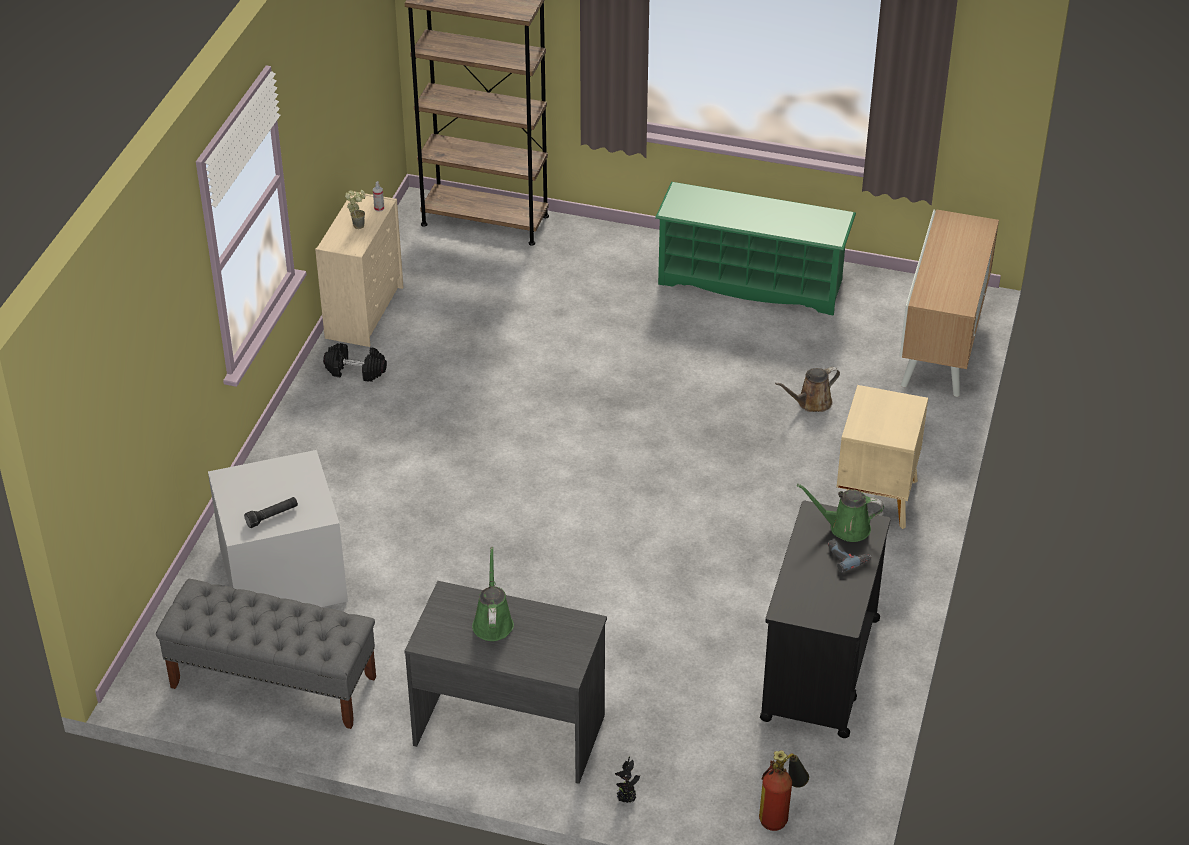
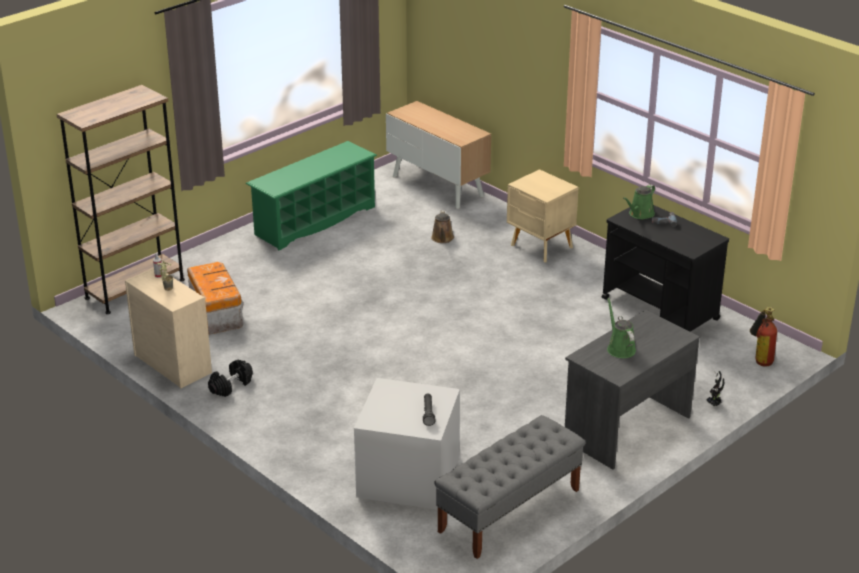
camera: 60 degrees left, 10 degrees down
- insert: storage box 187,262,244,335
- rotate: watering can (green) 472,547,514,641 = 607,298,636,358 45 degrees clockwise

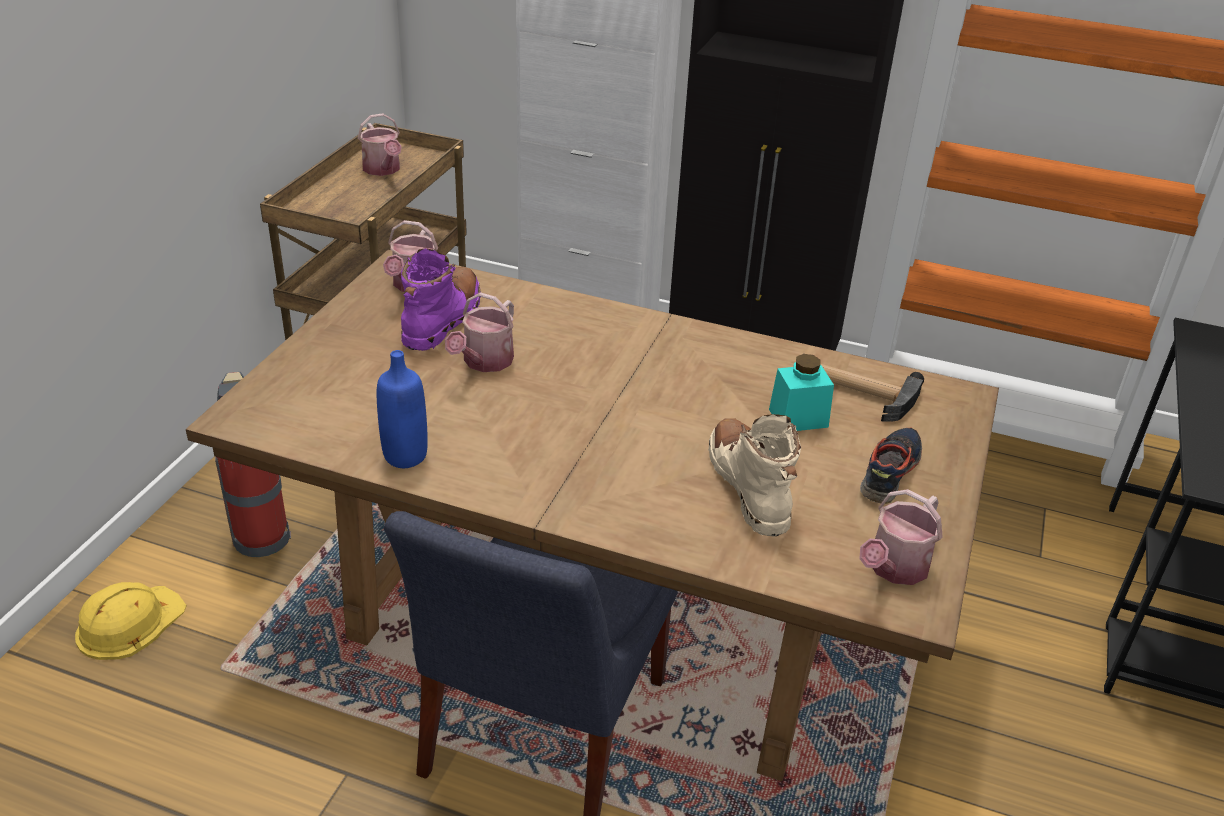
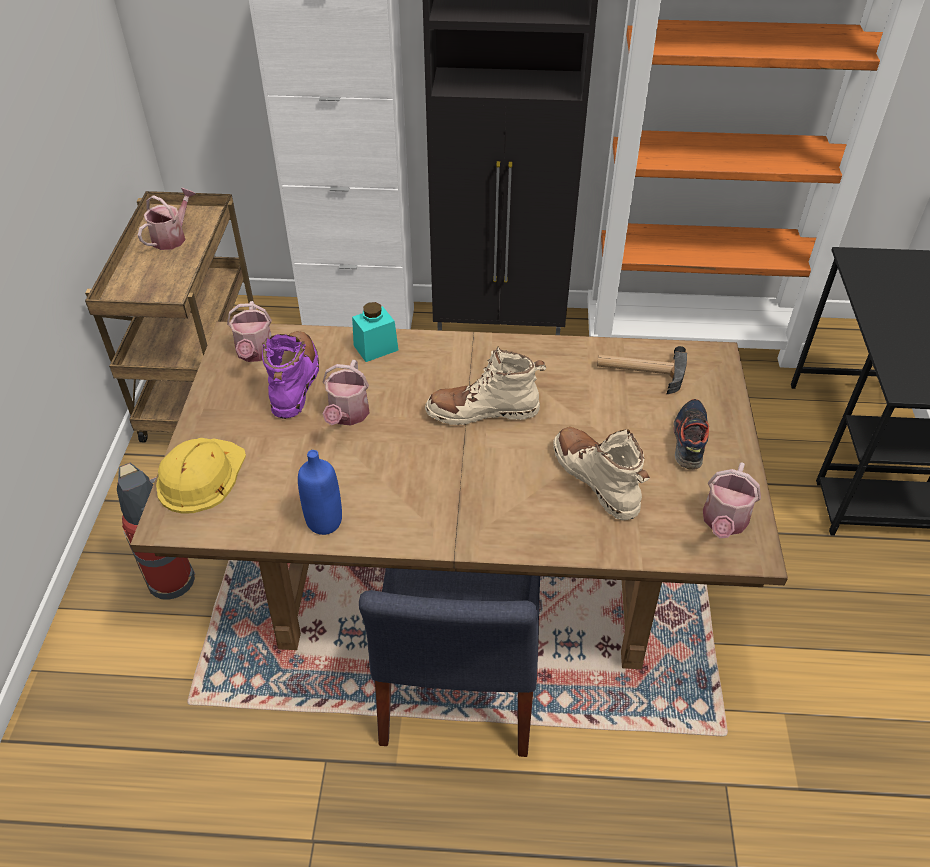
camera: 15 degrees left, 10 degrees up
- rotate: watering can 358,113,402,176 = 138,188,196,250 105 degrees counterclockwise
- move: hard hat (yellow) 75,582,187,660 to 156,438,246,514
- move: jar (turquoise) 769,354,834,431 to 352,302,398,362
- insert: boot (beige) 425,346,546,425

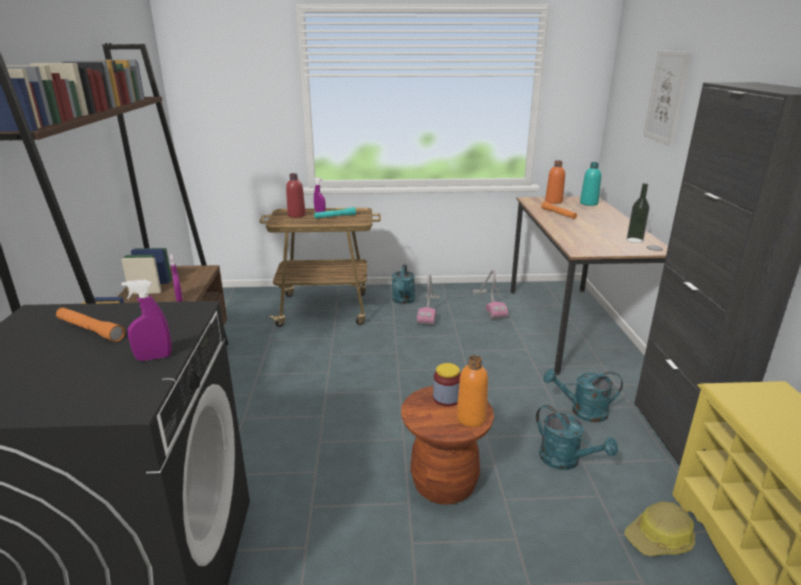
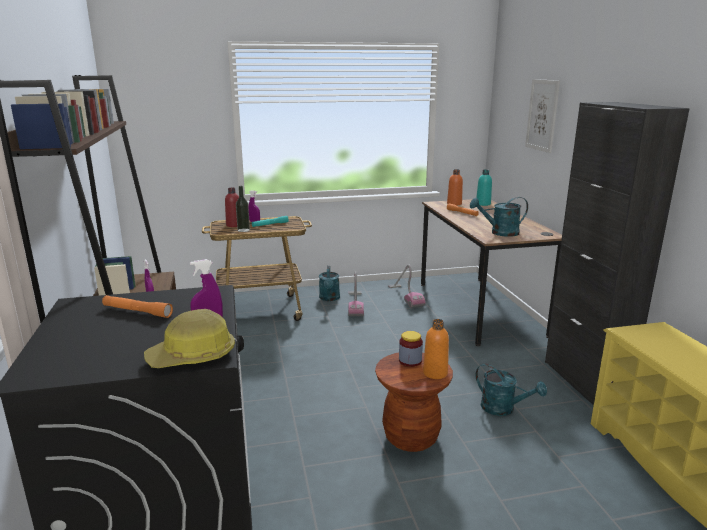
camera: 10 degrees left, 5 degrees down
- move: hard hat 624,501,695,556 to 144,309,235,368
- move: bottle 627,183,650,243 to 236,186,250,232
- move: watering can (turquoise) 544,369,623,422 to 470,197,528,237

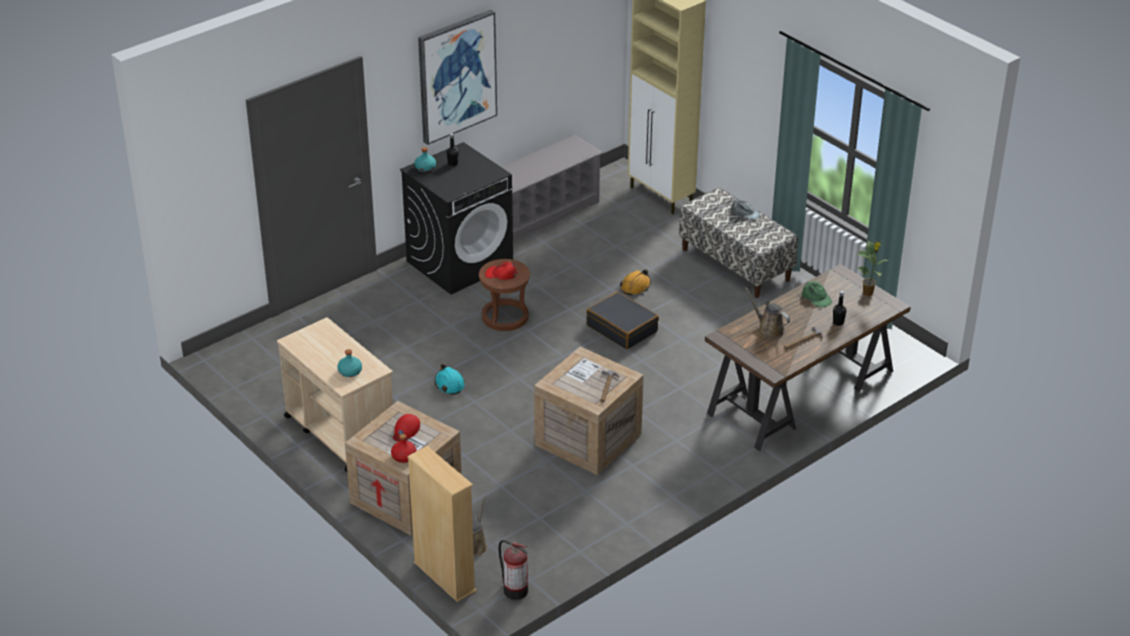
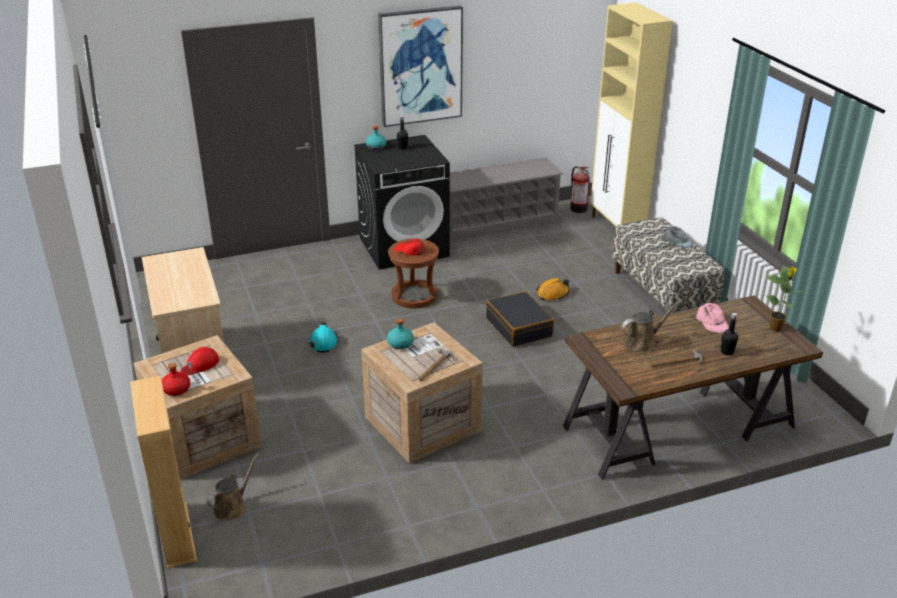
camera: 20 degrees right, 5 degrees down
- move: bottle (turquoise) 337,349,362,377 to 387,318,414,349
- move: fire extinguisher 499,540,528,600 to 570,166,590,213
- rotate: watering can (brown) 745,287,790,338 = 621,301,680,352 90 degrees clockwise
- recolor: cap (green) 802,281,832,307 to cap (pink) 696,303,729,333

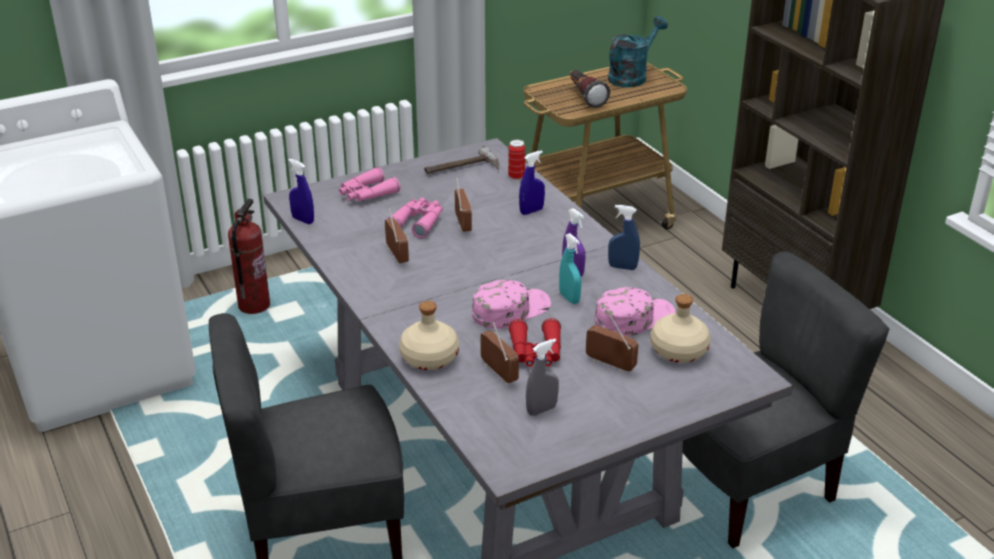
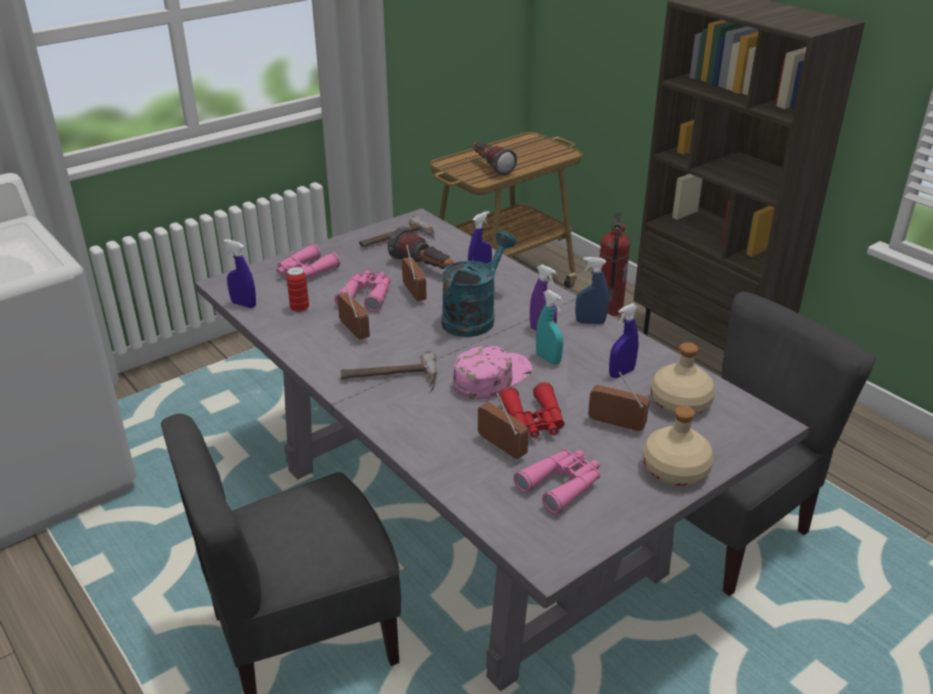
camera: 10 degrees left, 0 degrees up
- move: can 508,140,525,180 to 286,267,309,313
- insert: hammer 340,351,437,393
- insert: flashlight 388,227,454,269
- move: watering can (turquoise) 608,16,668,87 to 441,230,516,337
- replace: spray bottle (grey) 526,339,559,416 to binoculars (pink) 513,449,600,515
- move: fire extinguisher 228,199,270,314 to 600,211,630,316
- replace: cap (pink) 595,287,676,336 to spray bottle (blue) 609,303,638,378
- move: bottle (beige) 399,301,459,370 to 642,405,714,486

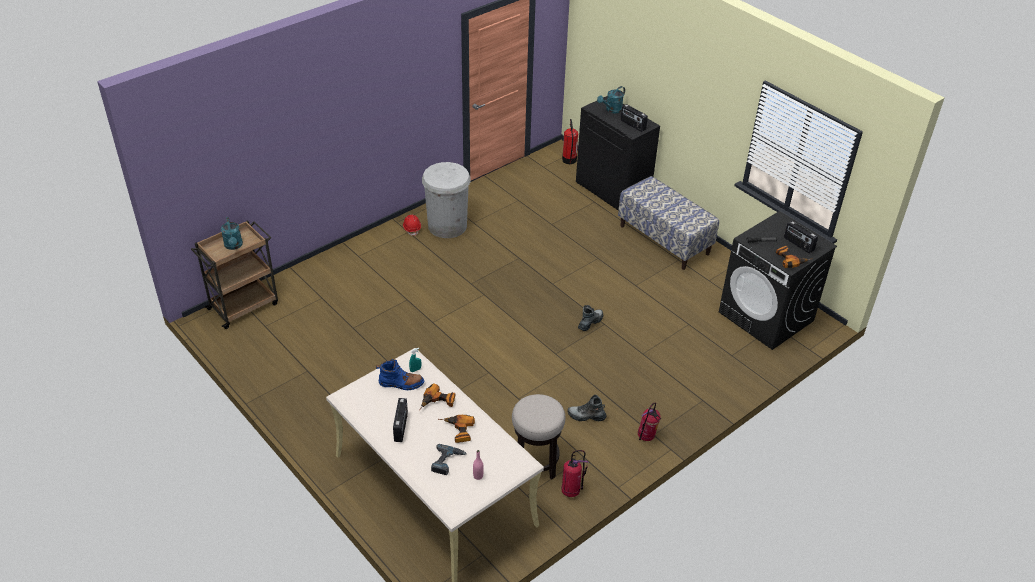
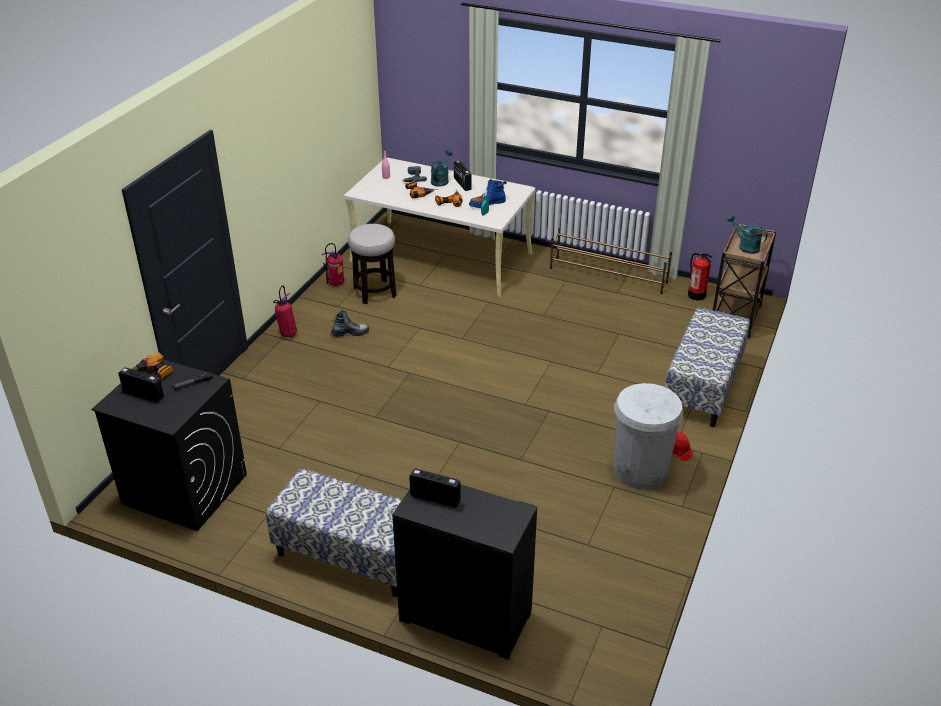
camera: 155 degrees right, 5 degrees down
- move: watering can (turquoise) 597,86,625,113 to 431,150,453,187
- insert: shoe rack (brown) 550,228,672,294
- insert: bench 665,307,750,427
- move: fire extinguisher 562,119,578,164 to 688,253,712,301
- delete: boot 578,305,603,331

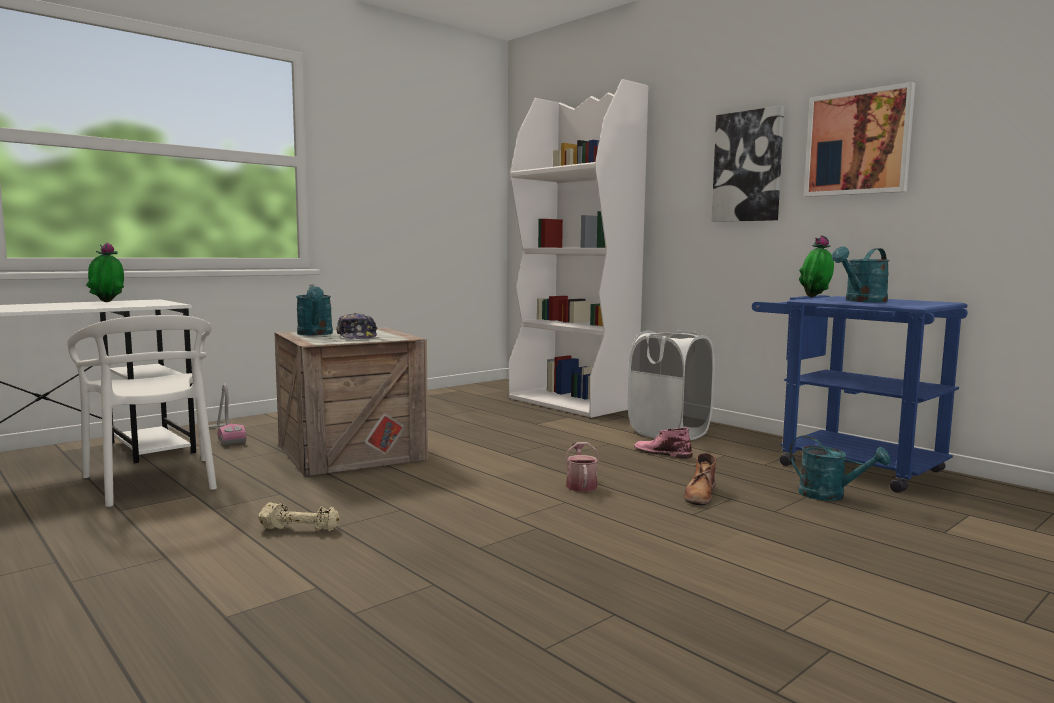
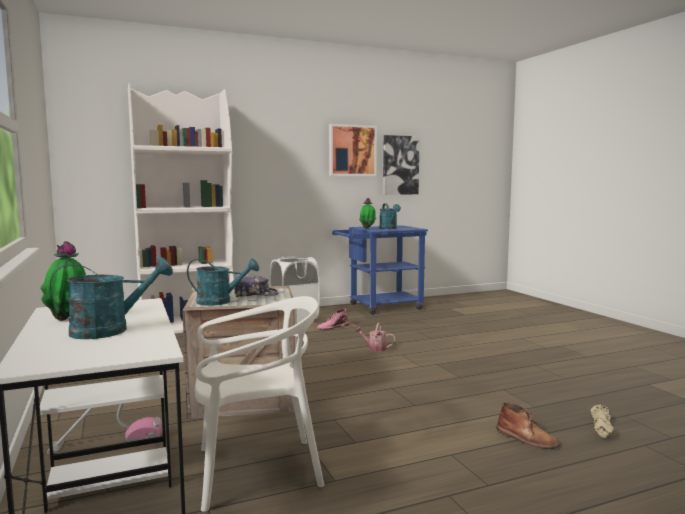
camera: 70 degrees left, 0 degrees up
- move: watering can (turquoise) 789,435,890,501 to 50,257,173,339
- move: picture 711,106,784,222 to 383,135,420,195
- move: boot (brown) 684,453,716,505 to 496,402,561,449
- move: dumbbell (beige) 258,503,339,531 to 591,404,614,439

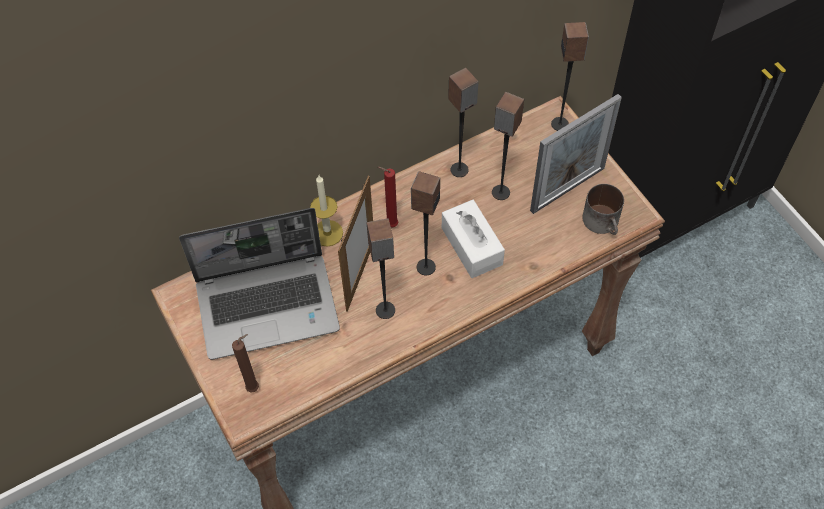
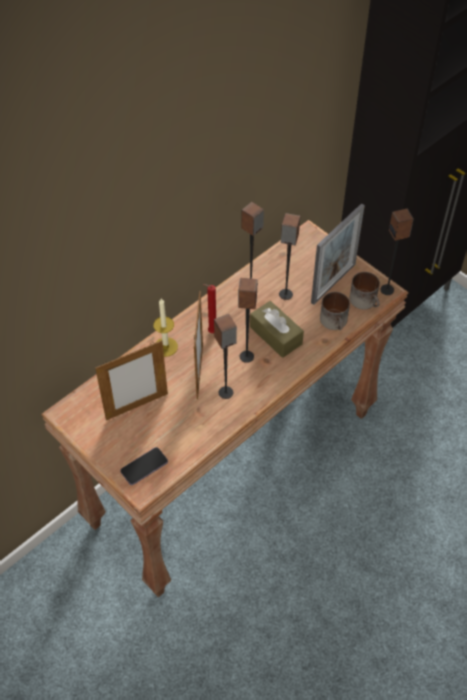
camera: 15 degrees left, 5 degrees down
- replace: laptop 179,208,340,360 to picture frame 95,340,168,420
- replace: candle (brown) 232,334,259,393 to phone 120,447,168,485
- recolor: tissue box (white) 442,200,505,278 to tissue box (brown) 250,301,304,358
- insert: mug 320,292,350,330
- move: speaker 551,22,589,131 to 380,208,413,295

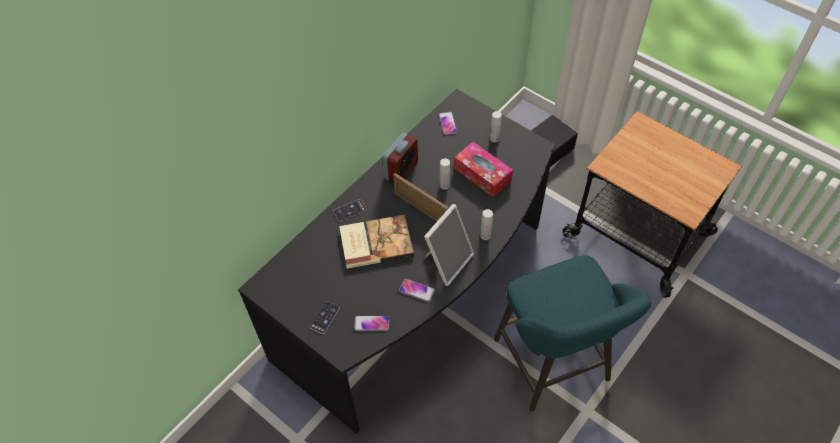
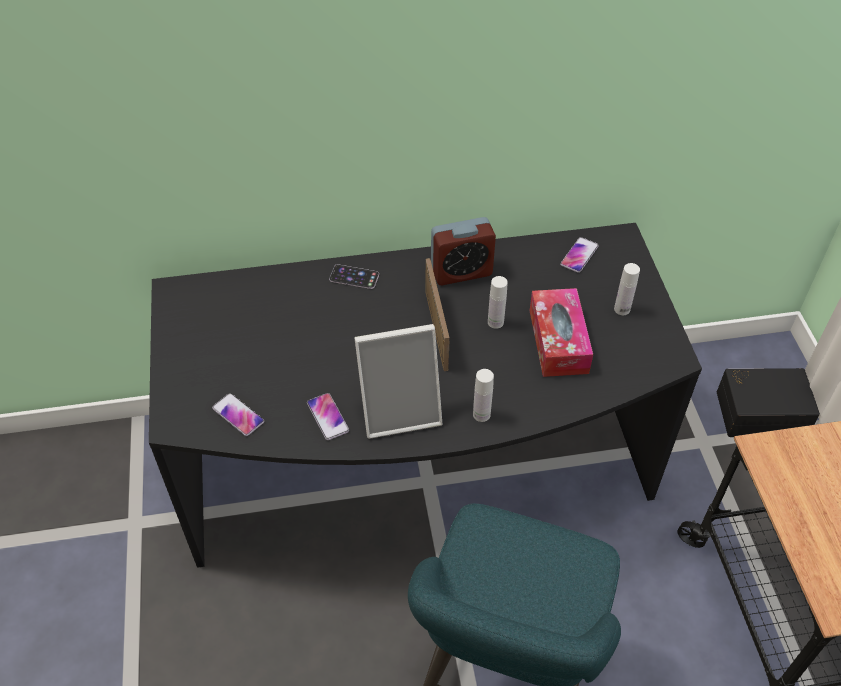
camera: 40 degrees right, 5 degrees down
- delete: phone 310,301,340,334
- delete: book 339,215,414,269

